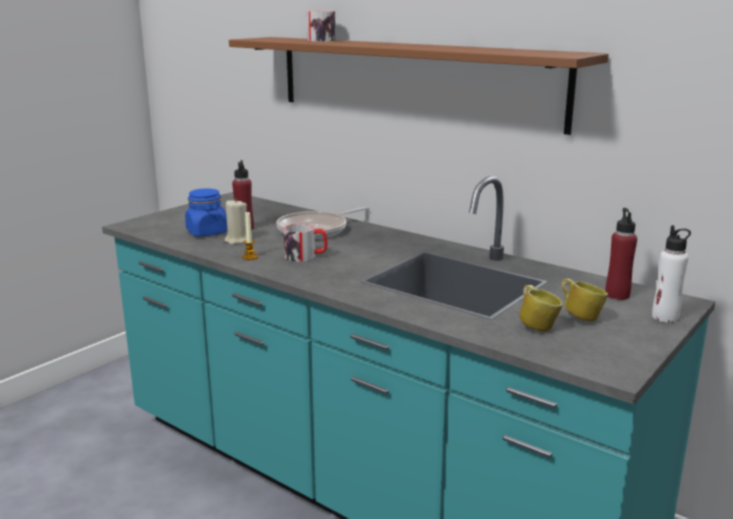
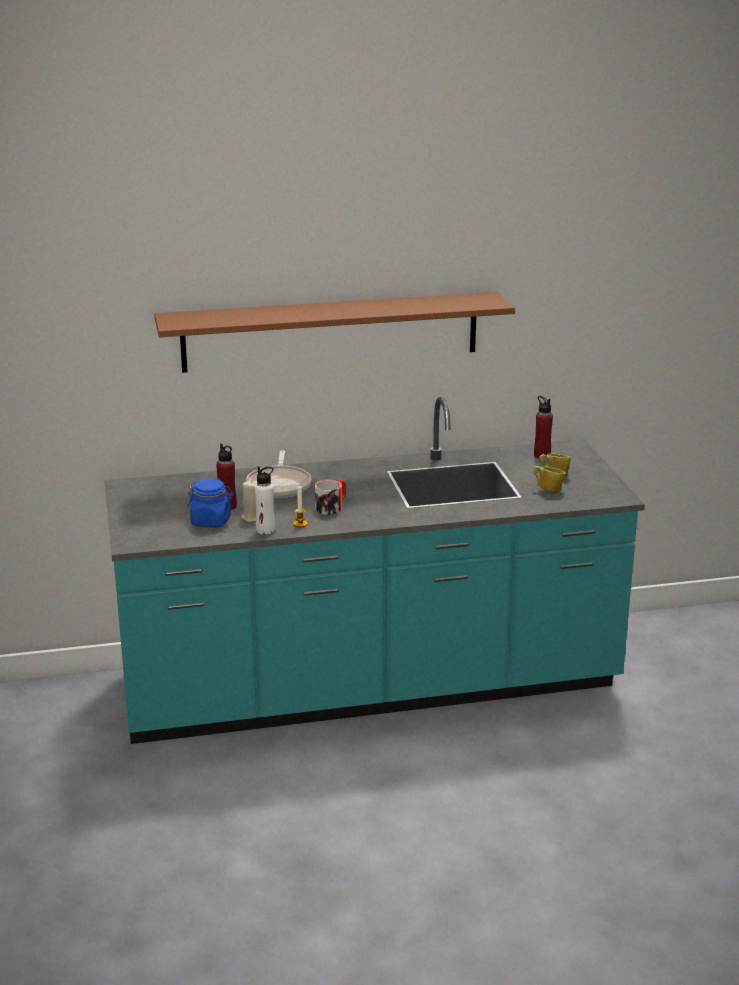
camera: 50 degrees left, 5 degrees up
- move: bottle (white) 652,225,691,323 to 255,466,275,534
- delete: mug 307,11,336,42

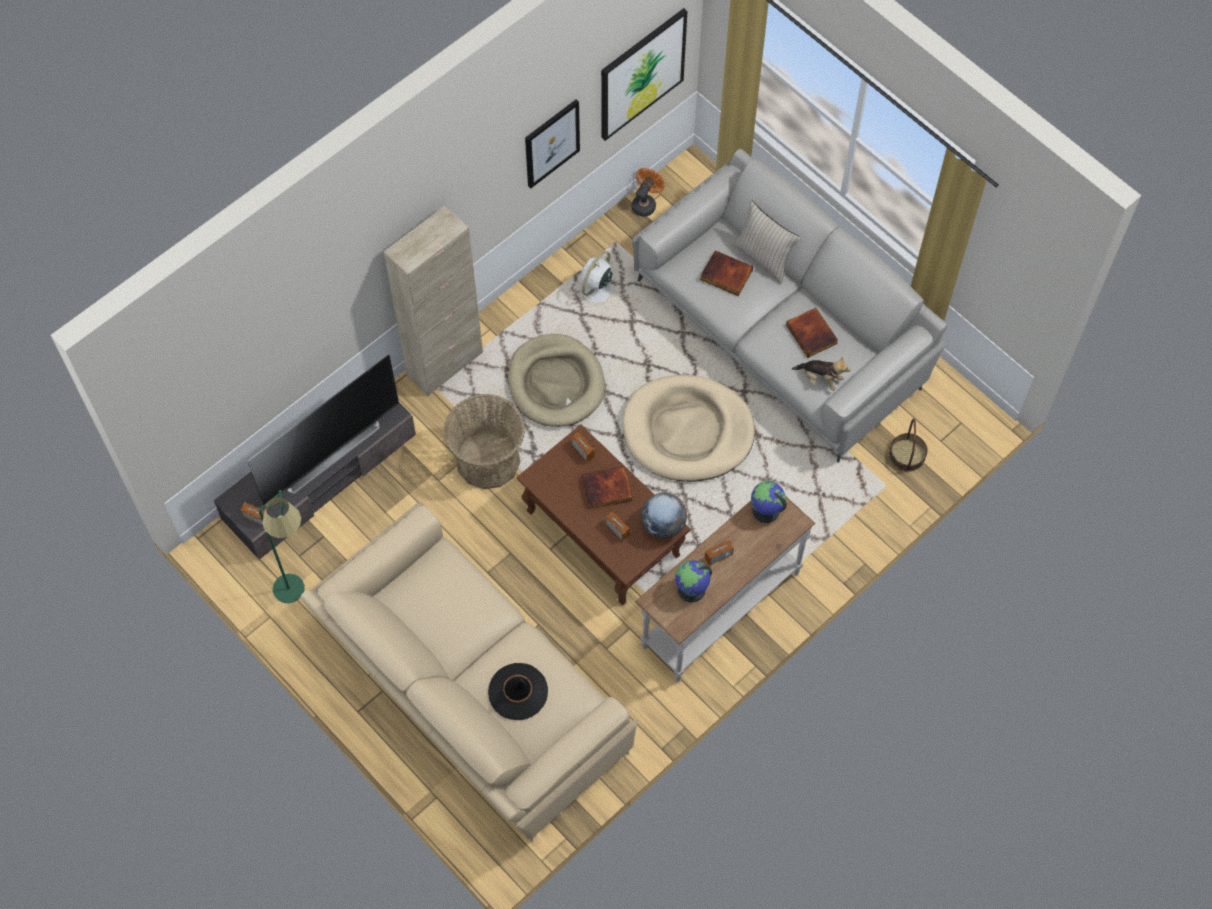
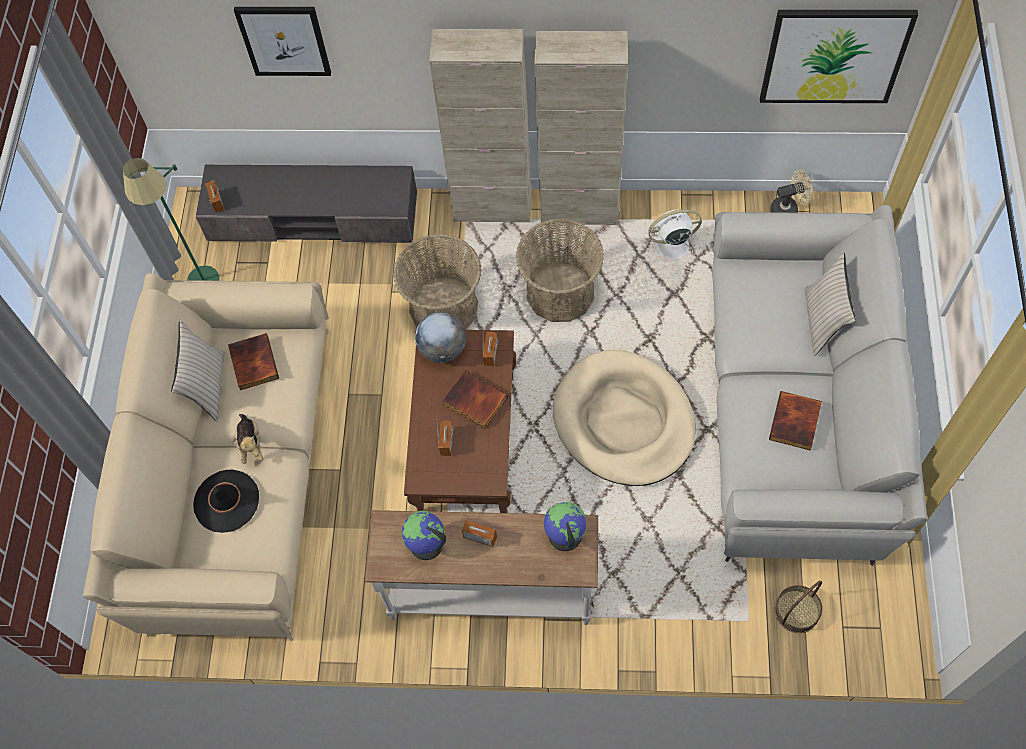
camera: 50 degrees right, 0 degrees up
- insert: pillow (beige) 171,320,225,422
- move: book 700,250,753,296 to 228,333,279,390
- move: plush toy 792,357,851,391 to 231,414,264,464
- move: picture 525,99,580,188 to 234,7,331,76
- move: globe 641,493,687,539 to 415,312,466,363
- replace: dog bed (beige) 508,334,605,427 to basket 516,219,604,322
- insert: cabinet (beige) 535,31,628,225
- recolor: fan (orange) 632,168,665,217 to fan (beige) 771,170,813,213
- delete: television 247,354,399,505

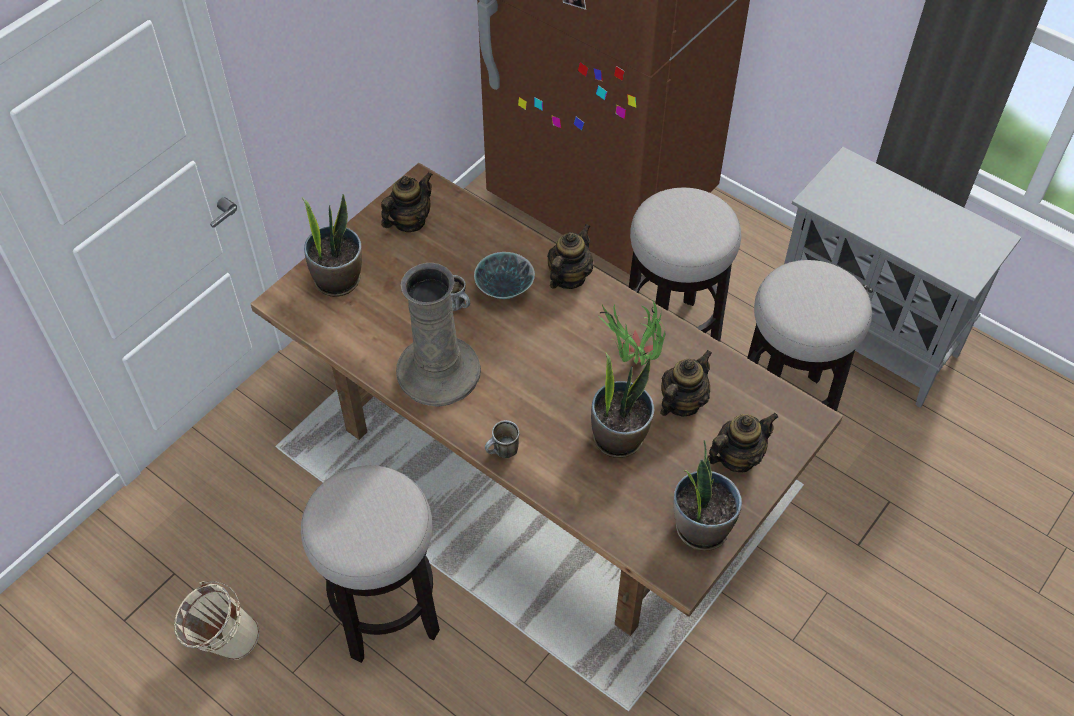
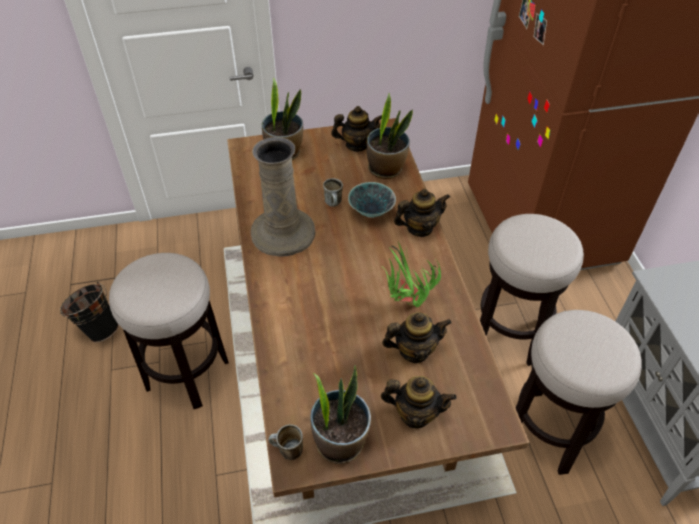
camera: 40 degrees right, 5 degrees down
- recolor: bucket (beige) 174,581,259,660 to bucket (black) 60,282,119,342
- move: mug 485,420,520,458 to 268,424,303,460
- move: potted plant 591,352,654,458 to 367,93,413,179

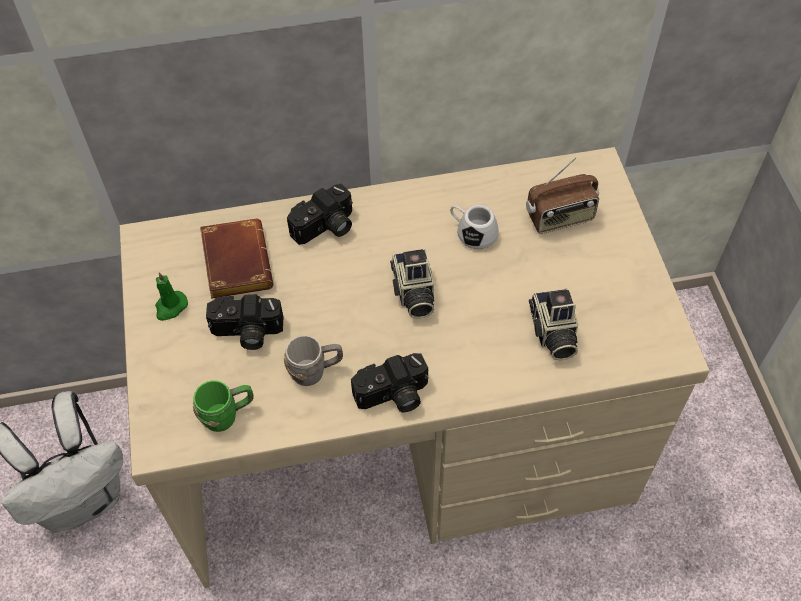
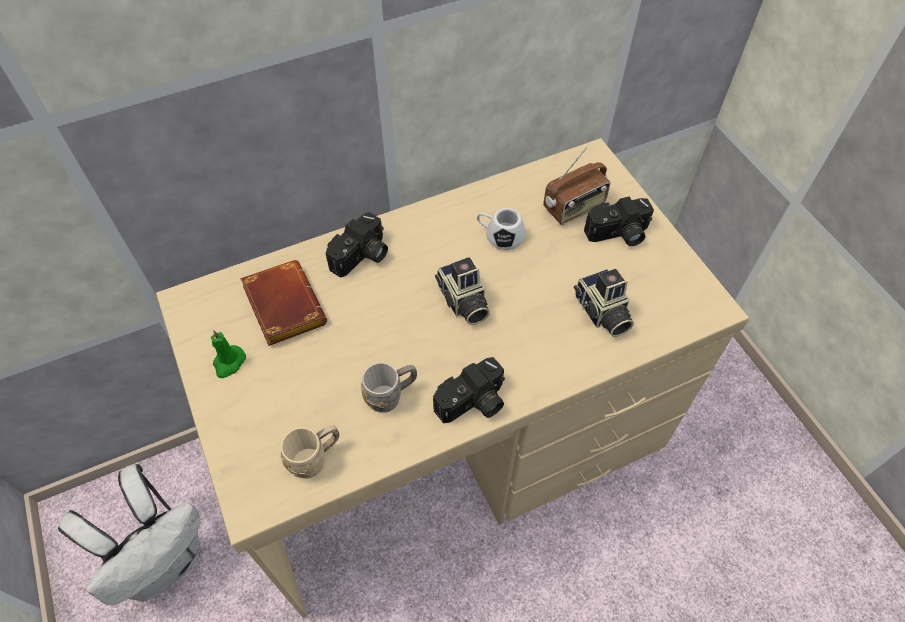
camera: 15 degrees left, 0 degrees up
- recolor: mug (green) 193,380,254,432 to mug (beige) 281,425,339,479
- move: photo camera 206,294,283,350 to 584,197,654,246

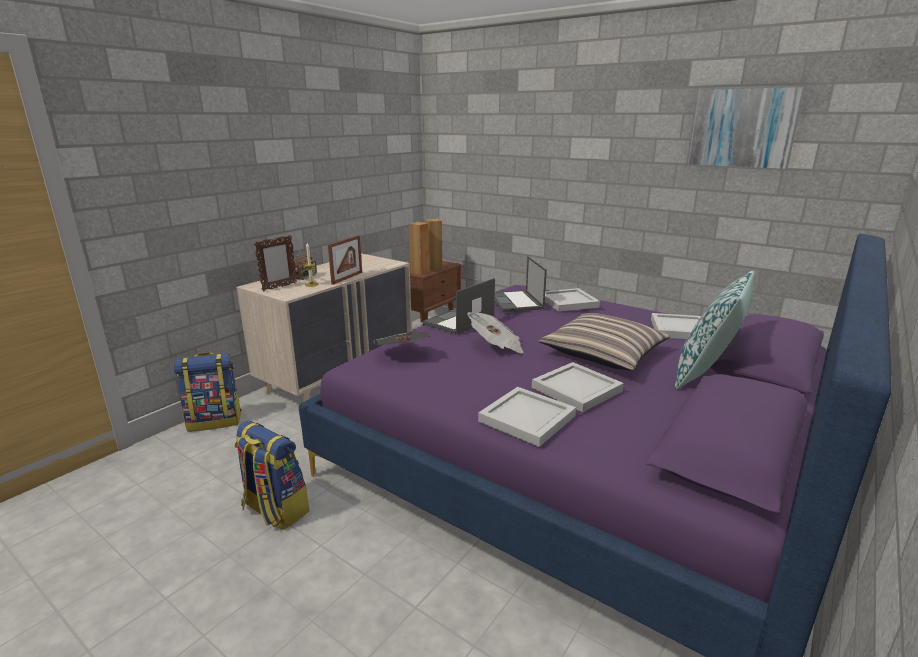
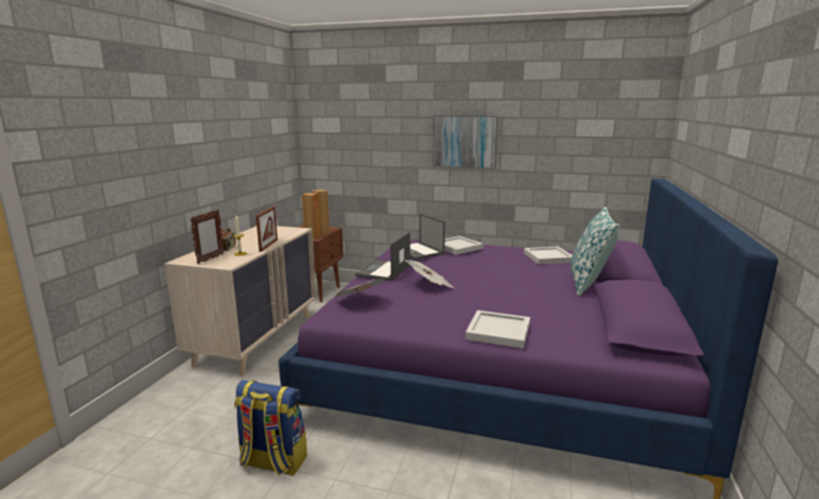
camera: 20 degrees left, 5 degrees down
- move: picture 686,85,806,171 to 433,115,498,169
- delete: backpack 173,352,242,432
- delete: tray (white) 532,362,624,413
- delete: pillow 538,313,670,371

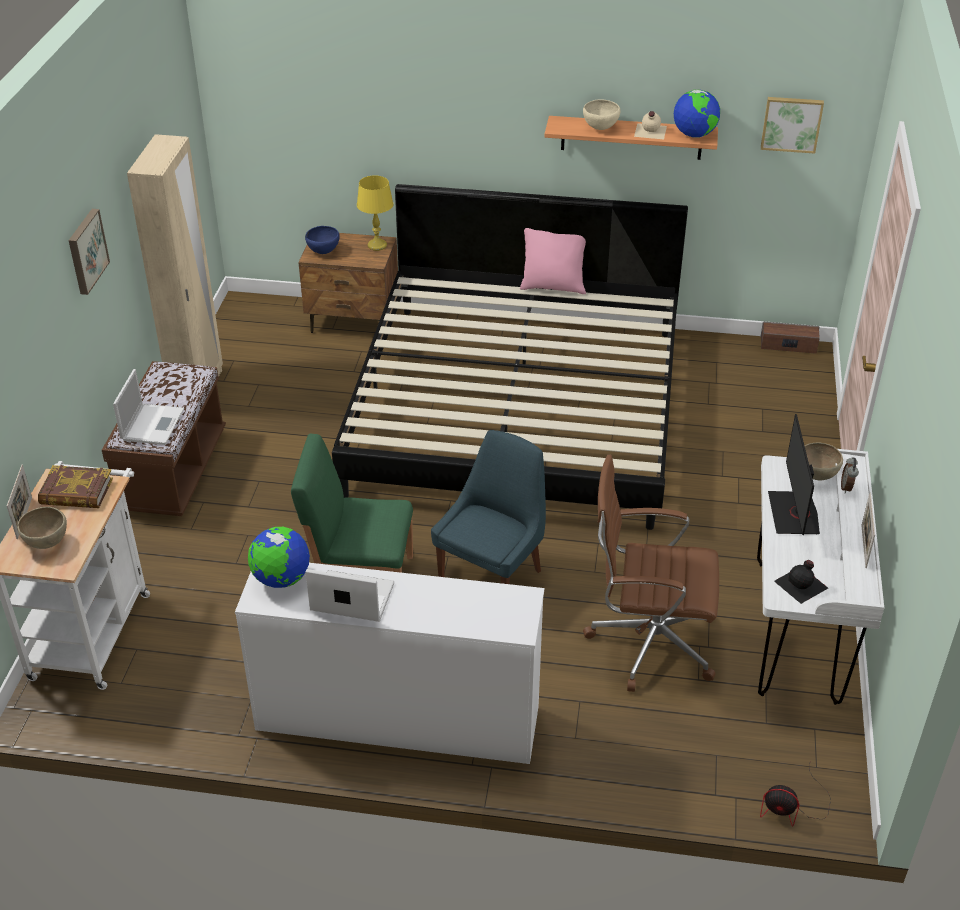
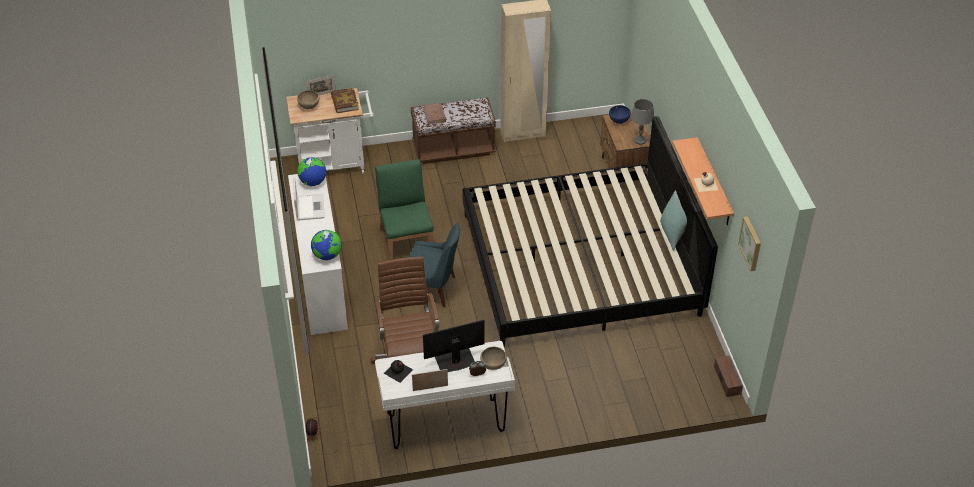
camera: 70 degrees right, 5 degrees up
- move: globe 674,90,720,138 to 311,230,342,260
- replace: laptop 113,369,184,445 to book (brown) 423,103,446,125
- recolor: table lamp (yellow) 357,175,393,251 to table lamp (grey) 631,99,654,144
- recolor: pillow (pink) 520,228,586,294 to pillow (turquoise) 660,190,687,250
- delete: picture 68,209,110,295
- delete: bowl (beige) 583,99,621,130

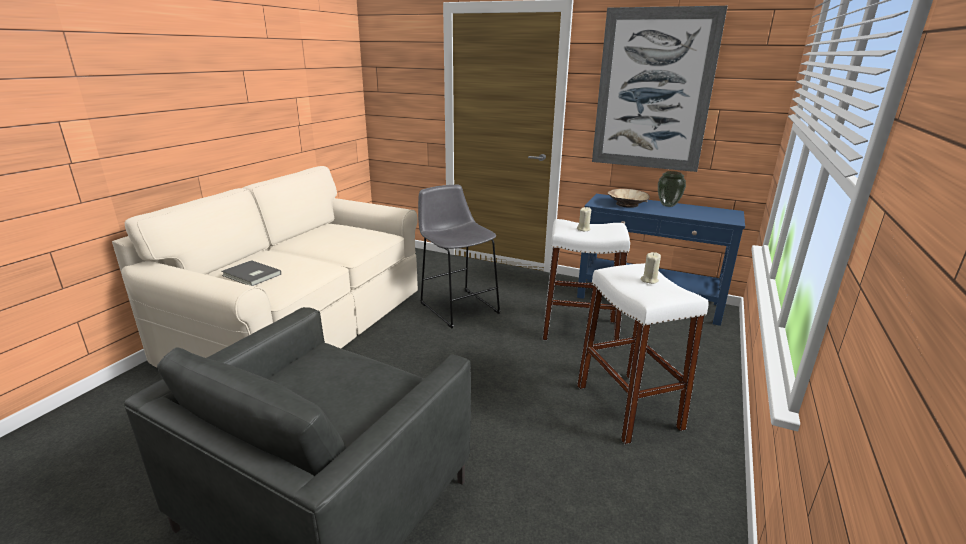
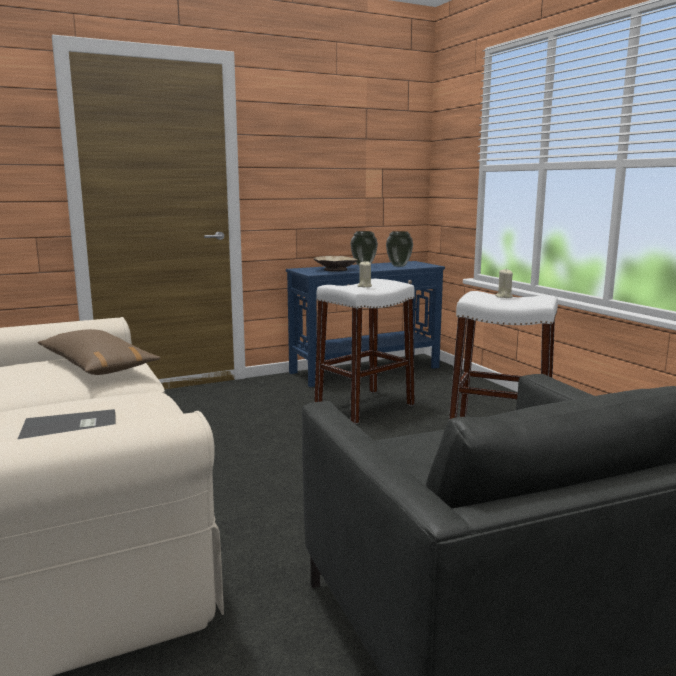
camera: 50 degrees left, 10 degrees down
- insert: pillow (brown) 38,329,160,375
- insert: vase 386,231,413,267
- delete: stool (grey) 418,184,501,329
- delete: picture 592,6,728,172

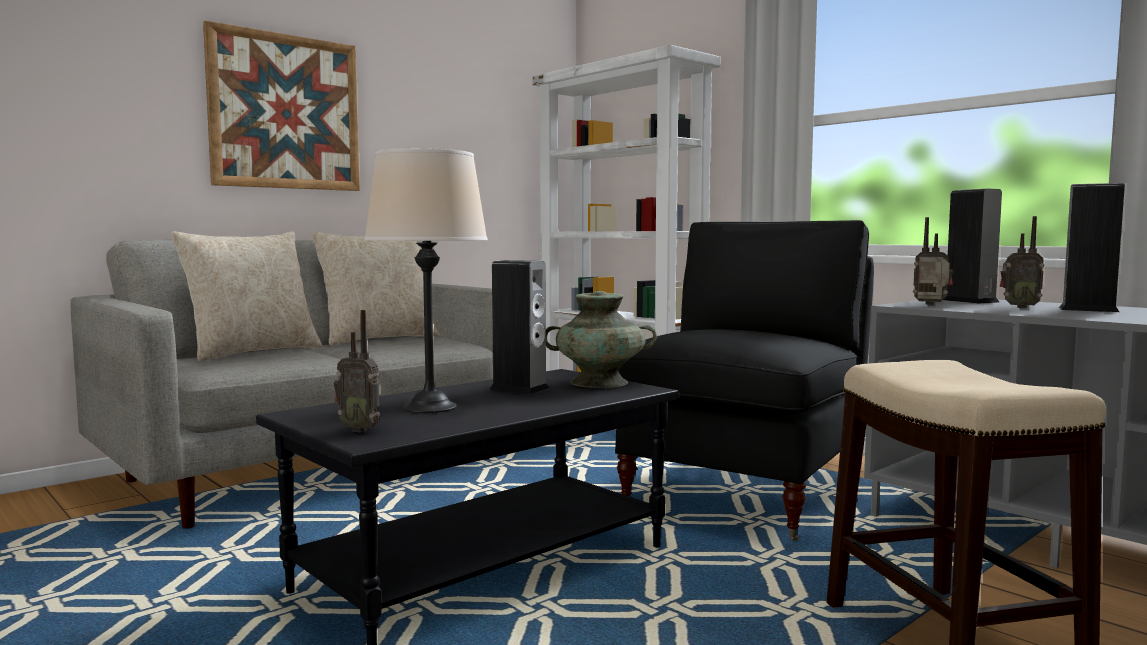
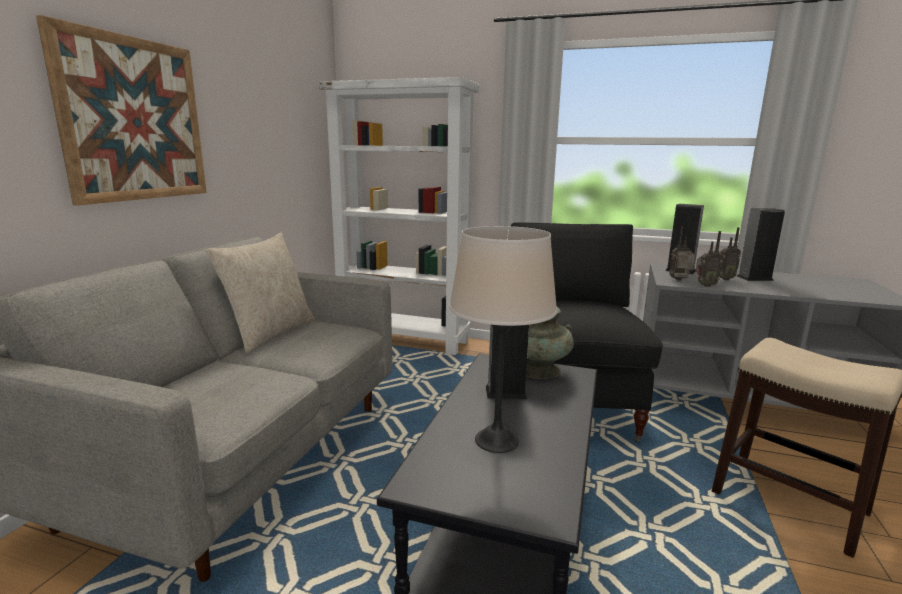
camera: 30 degrees left, 10 degrees up
- move: radio 334,310,381,432 to 695,231,723,287
- delete: pillow (beige) 170,231,323,362

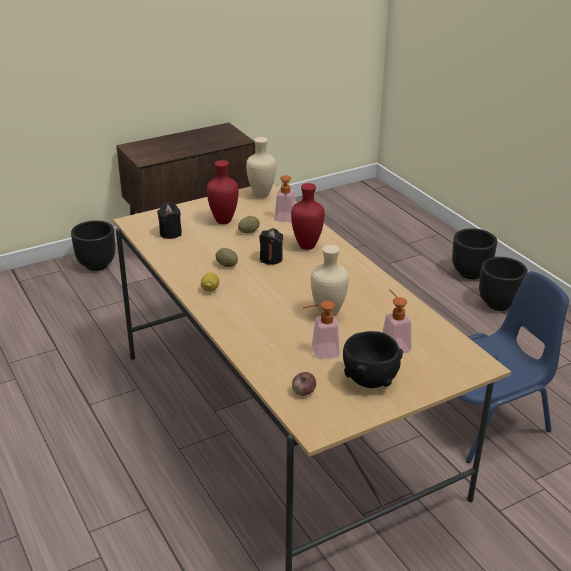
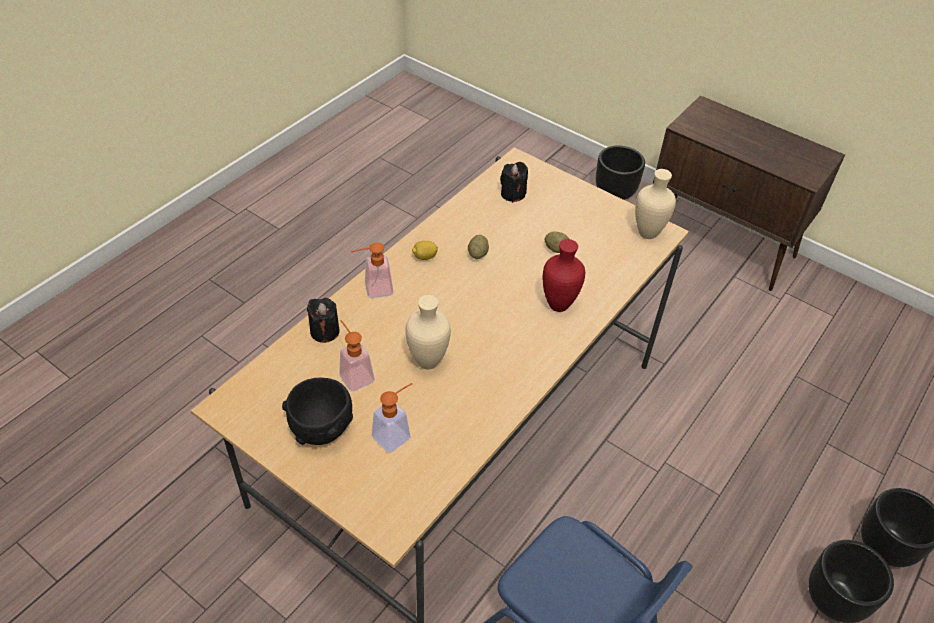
camera: 65 degrees right, 15 degrees up
- move: candle (black) 259,228,283,265 to 307,298,340,343
- move: soap dispenser 274,175,296,222 to 351,242,393,298
- delete: vase (red) 207,160,239,224
- delete: apple 292,372,316,396

